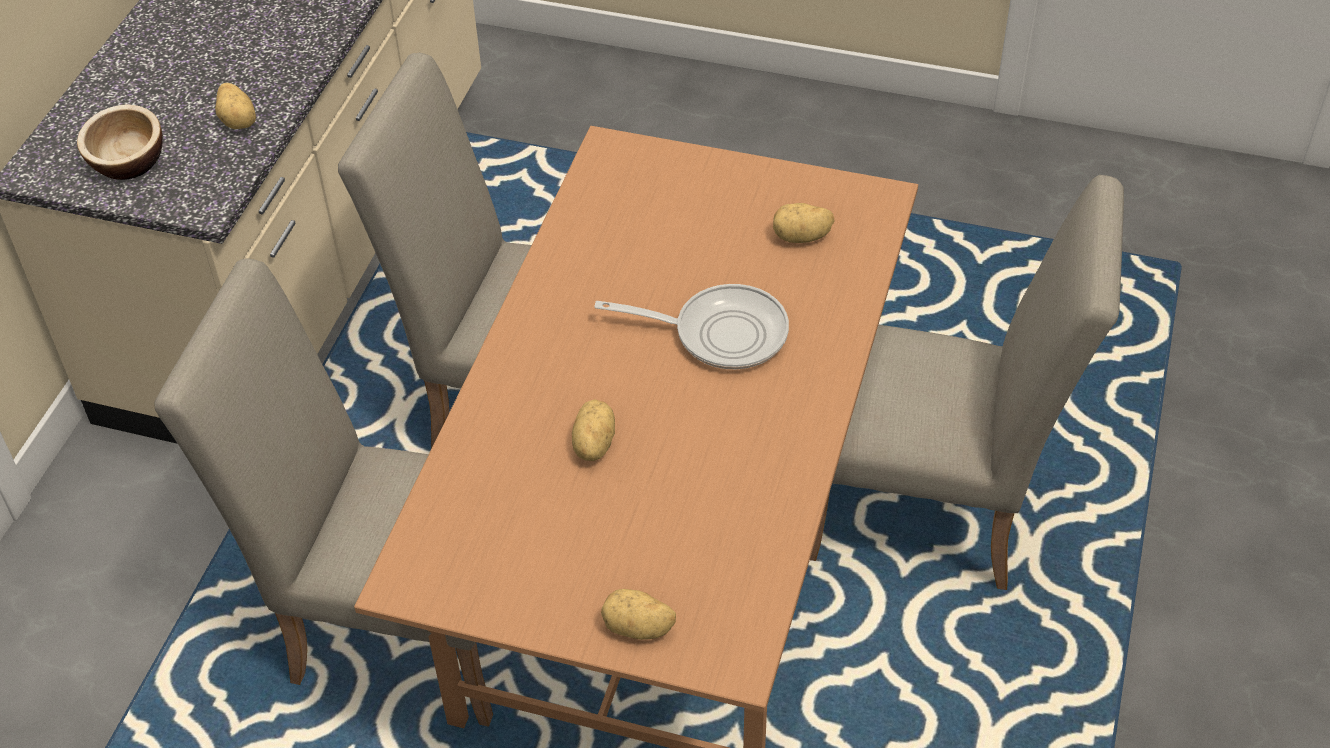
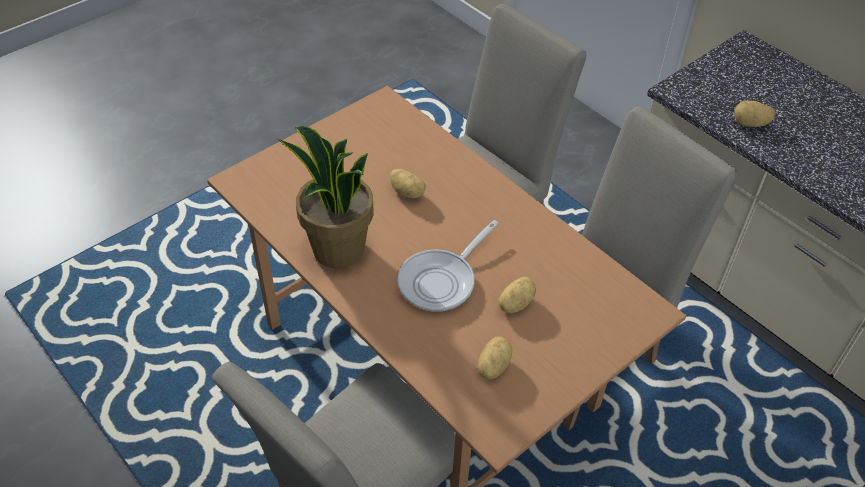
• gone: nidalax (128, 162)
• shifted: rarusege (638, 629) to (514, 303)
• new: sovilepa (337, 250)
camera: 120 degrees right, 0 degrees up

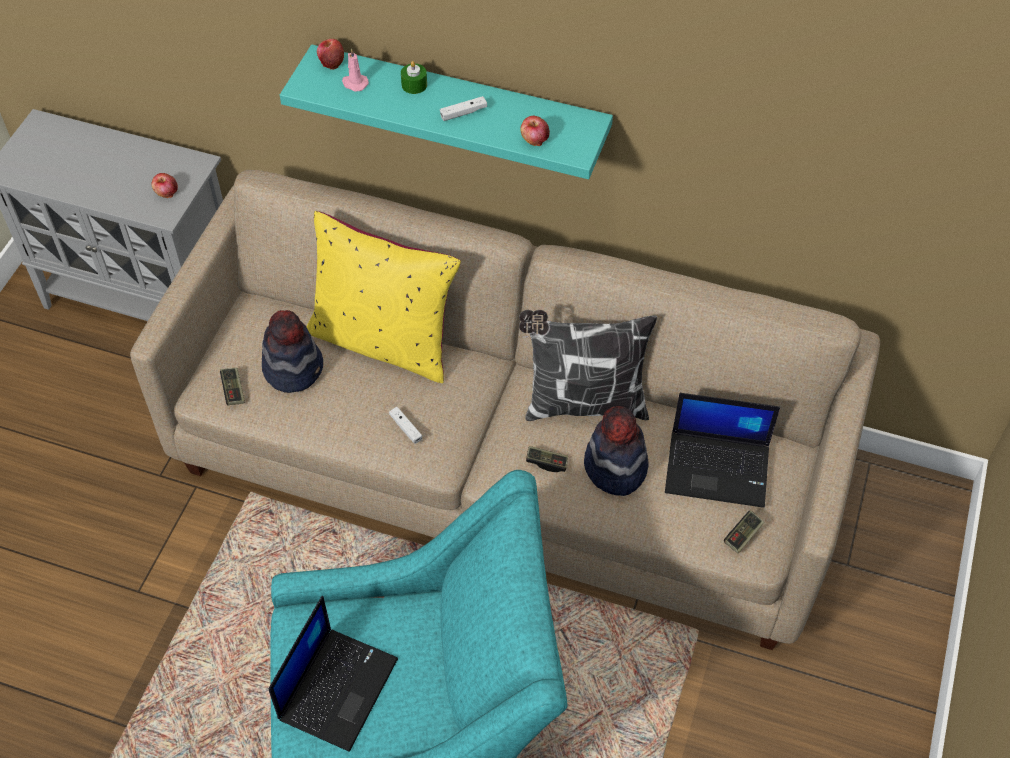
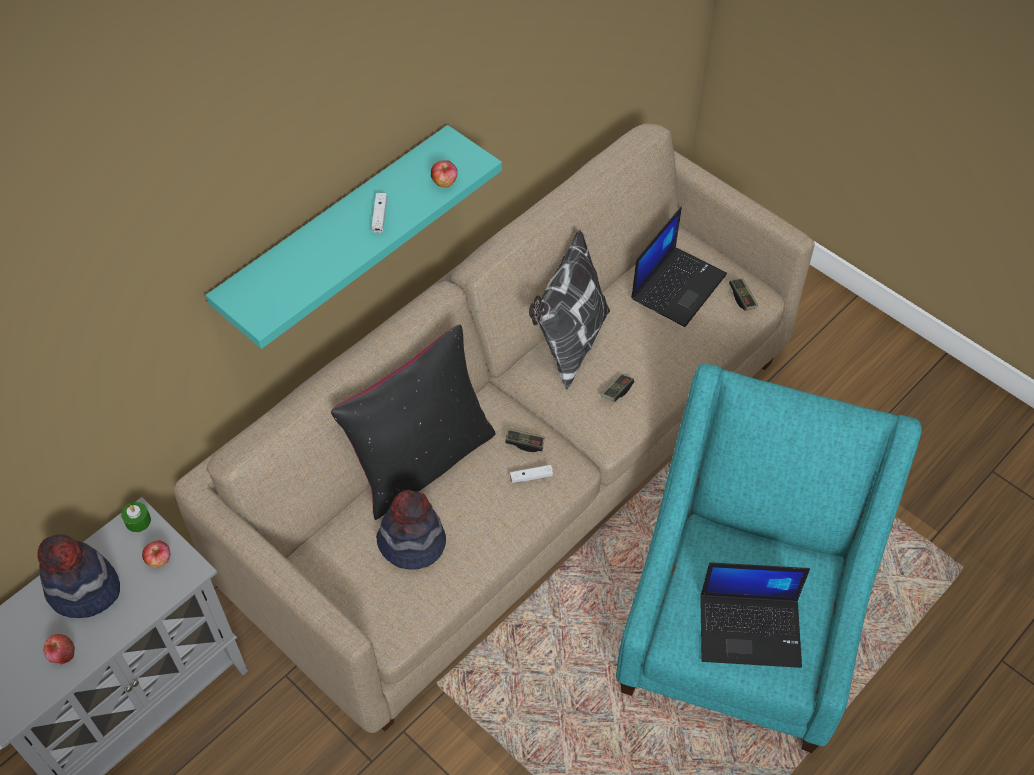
• shifted: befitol (331, 62) to (62, 654)
• gone: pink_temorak (354, 83)
• shifted: green_temorak (414, 85) to (138, 521)
• repainted: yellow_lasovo (384, 340) to black_lasovo (421, 461)
• shifted: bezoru (233, 390) to (524, 443)
• shifted: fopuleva (615, 467) to (84, 590)
• rotated: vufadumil (337, 687) = (751, 629) 135 degrees clockwise
camera: 65 degrees left, 0 degrees up

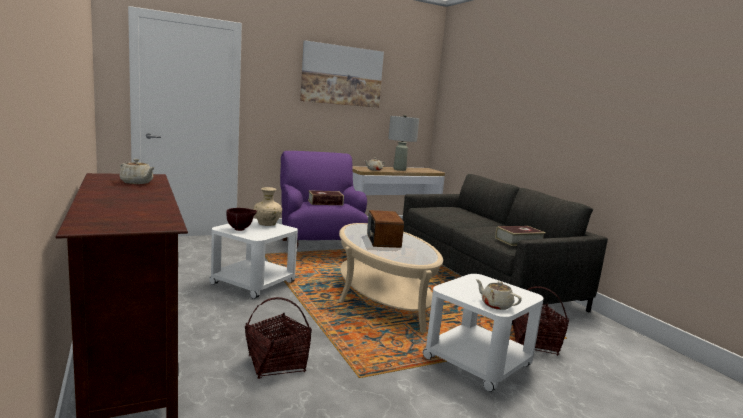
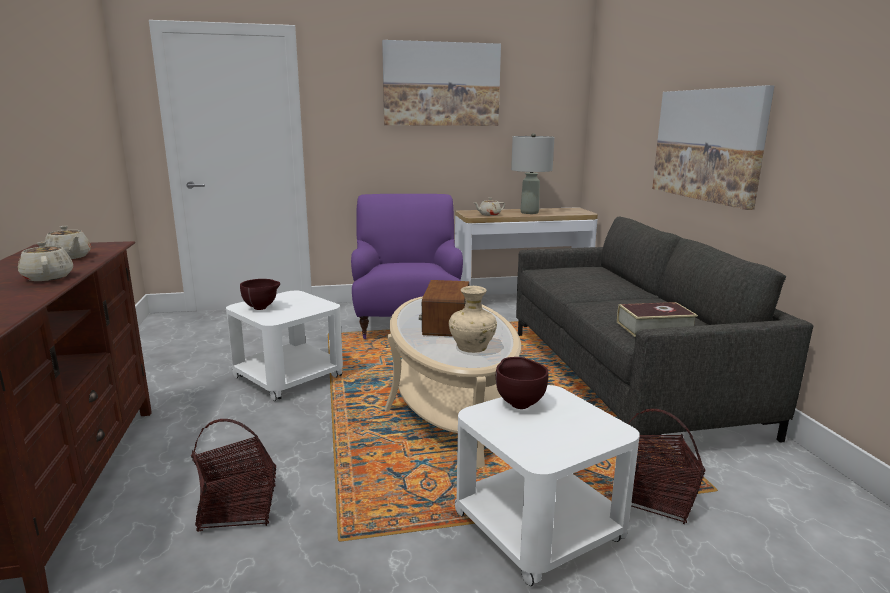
• shifted: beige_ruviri (267, 224) to (471, 348)
• gone: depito (325, 202)
• shifted: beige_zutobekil (495, 305) to (48, 277)
• new: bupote (707, 145)
• new: brown_nidalax (519, 403)
camera: 15 degrees right, 5 degrees up

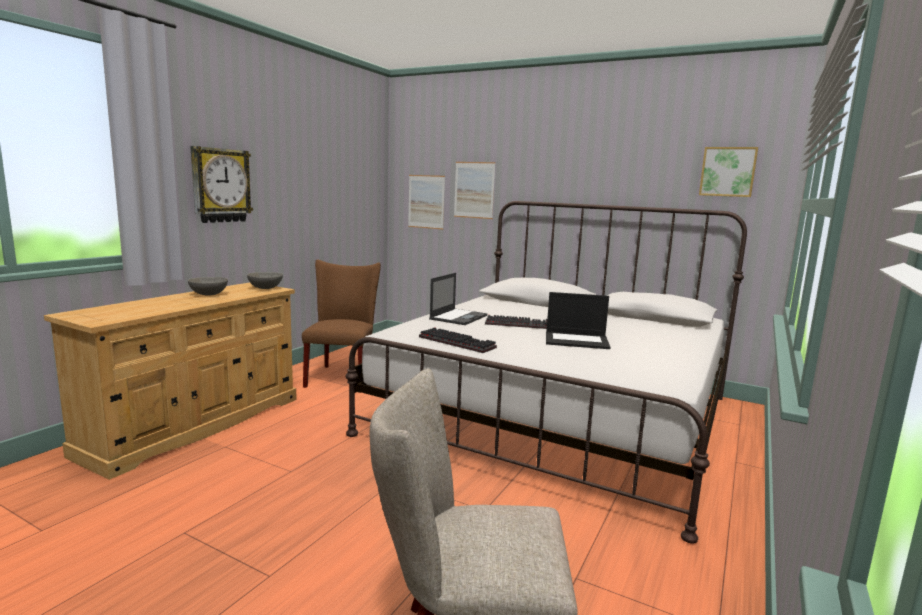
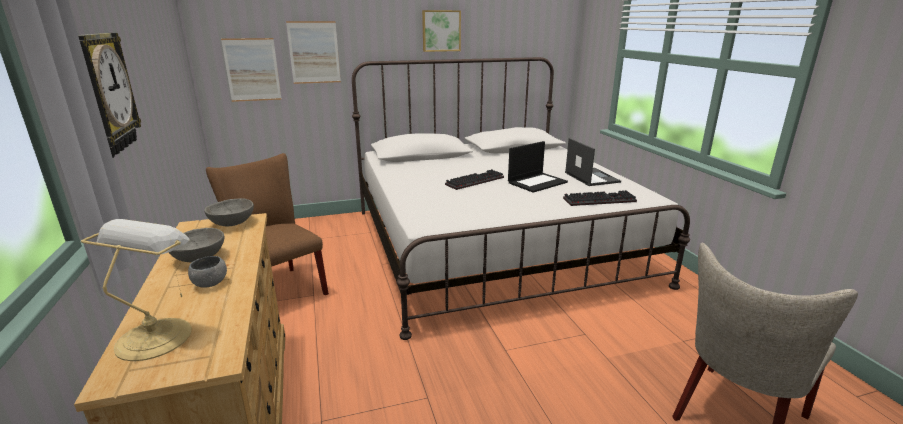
• shifted: bupote (728, 172) to (441, 31)
• shifted: vufadumil (458, 317) to (591, 177)
• shifted: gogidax (458, 342) to (600, 200)
• new: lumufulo (157, 336)
• new: grey_nidalax (210, 283)
camera: 45 degrees left, 10 degrees up

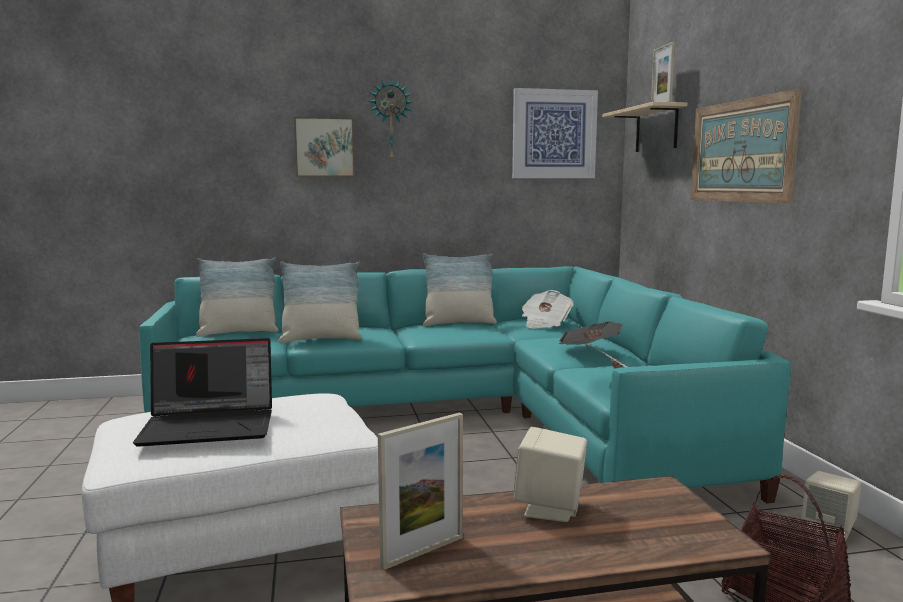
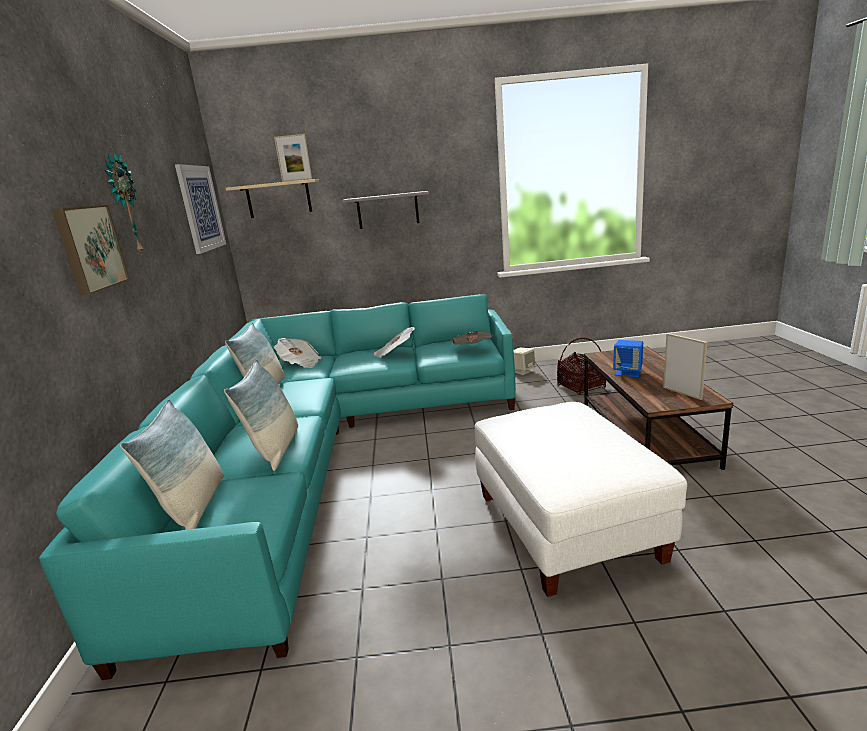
• swapped: bupote (741, 151) to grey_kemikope (388, 210)
• gone: vufadumil (211, 425)
• repainted: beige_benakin (550, 509) to blue_benakin (628, 372)
camera: 80 degrees left, 10 degrees up

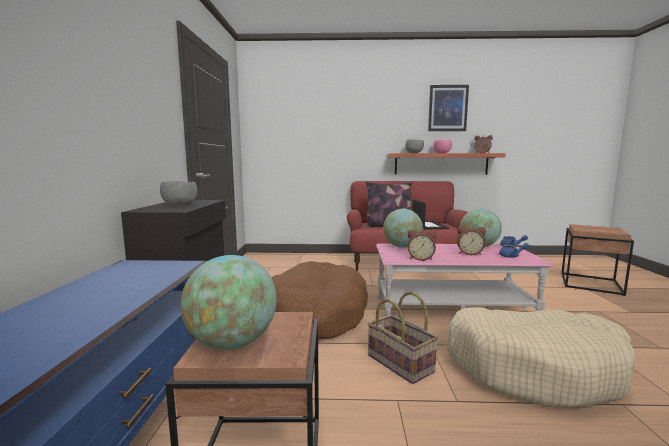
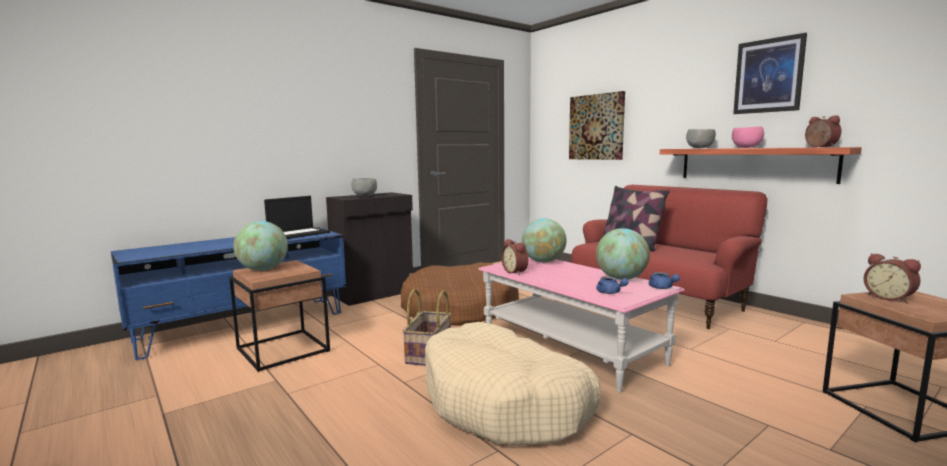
• shifted: vufadumil (428, 225) to (299, 233)
• shifted: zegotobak (469, 253) to (889, 298)
• new: bupote (596, 127)
camera: 50 degrees right, 0 degrees up

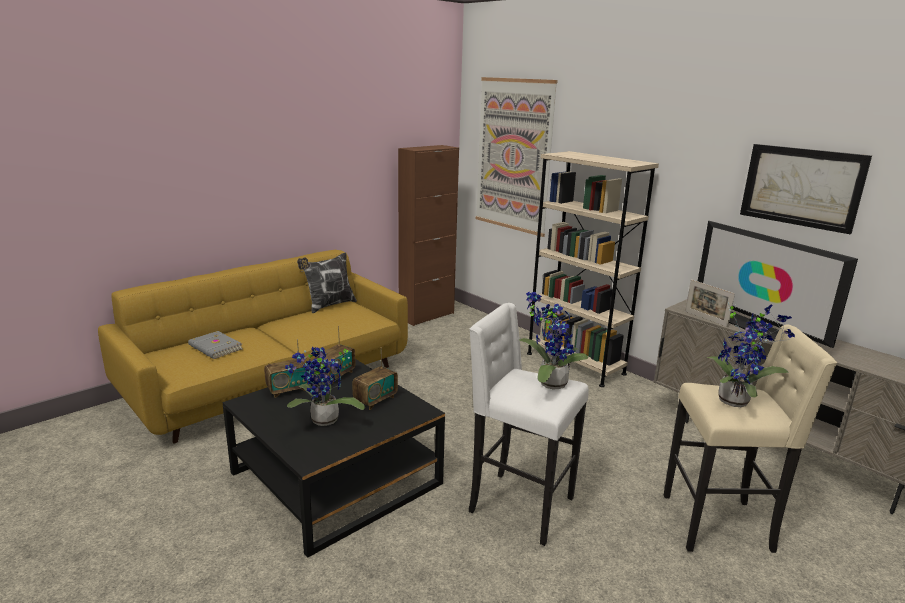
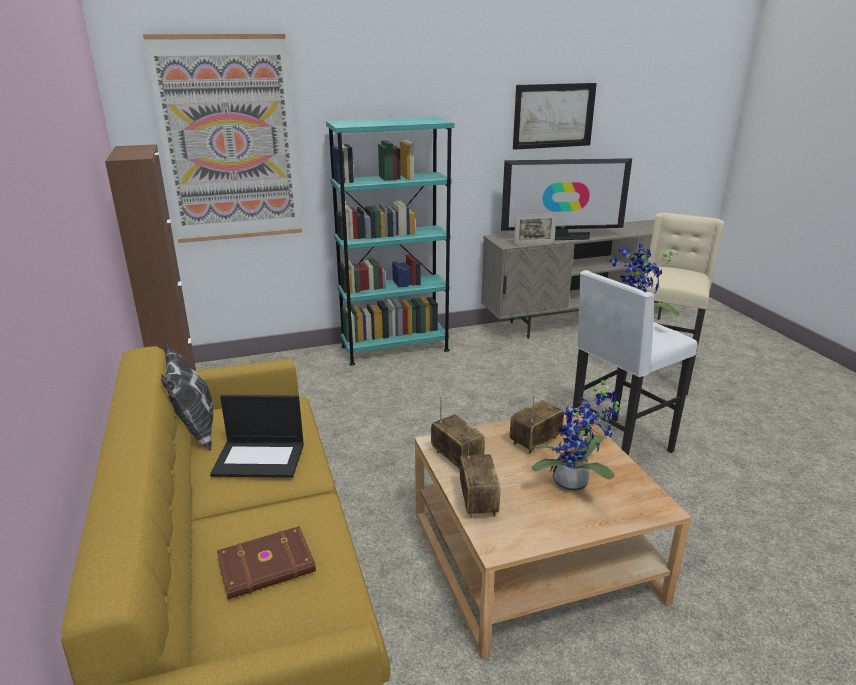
• repainted: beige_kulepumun (575, 363) to turquoise_kulepumun (395, 348)
• gone: sovilepa (736, 400)
• repainted: grey_depito (215, 347) to brown_depito (267, 566)
• rotated: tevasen (375, 400) = (535, 441) 105 degrees counterclockwise
• repainted: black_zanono (336, 478) to beige_zanono (532, 555)
• new: vufadumil (260, 458)
camera: 65 degrees left, 5 degrees up

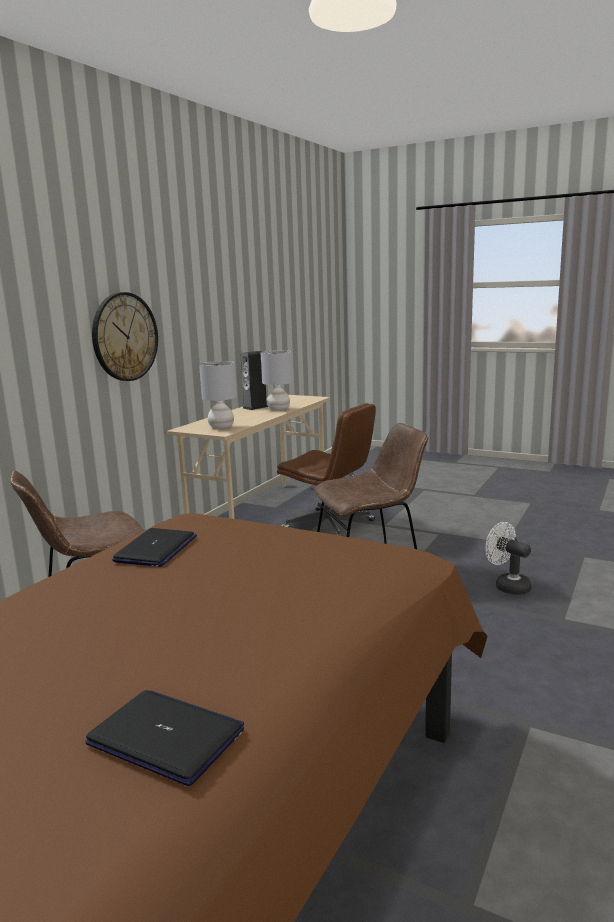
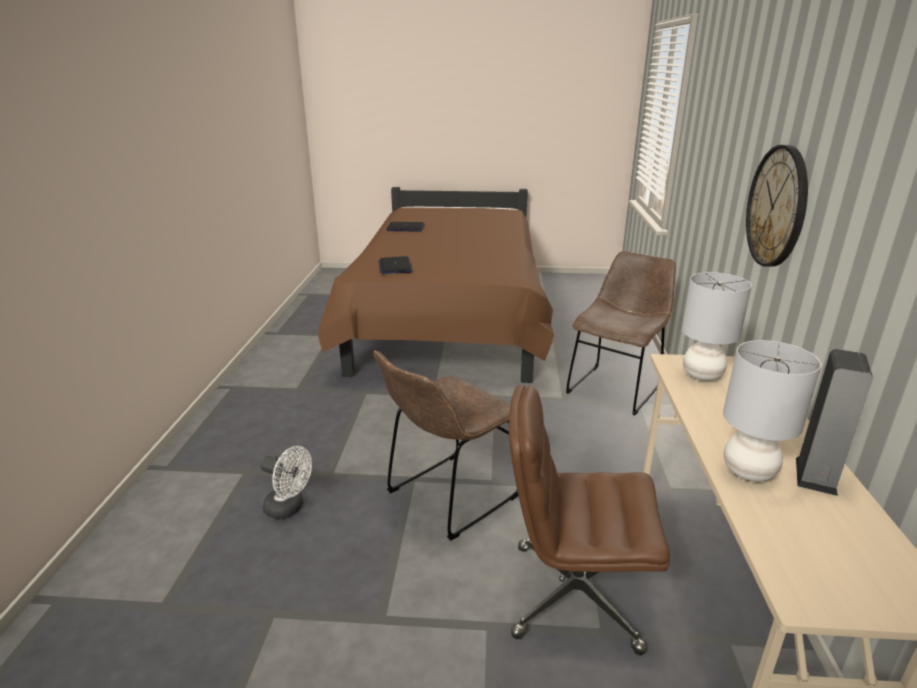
• shifted: vufadumil (156, 549) to (395, 266)
camera: 155 degrees right, 10 degrees up

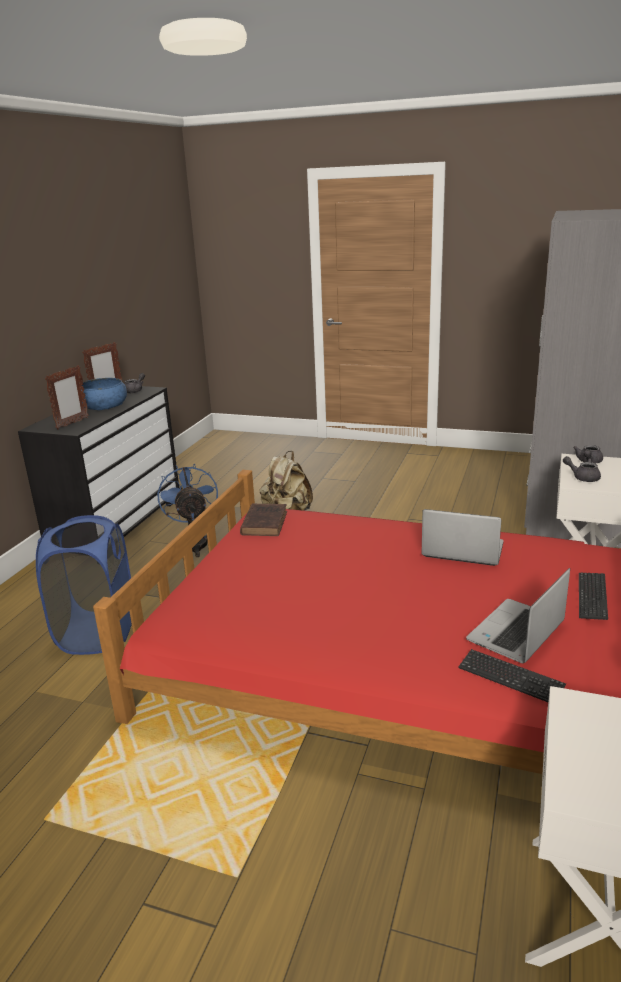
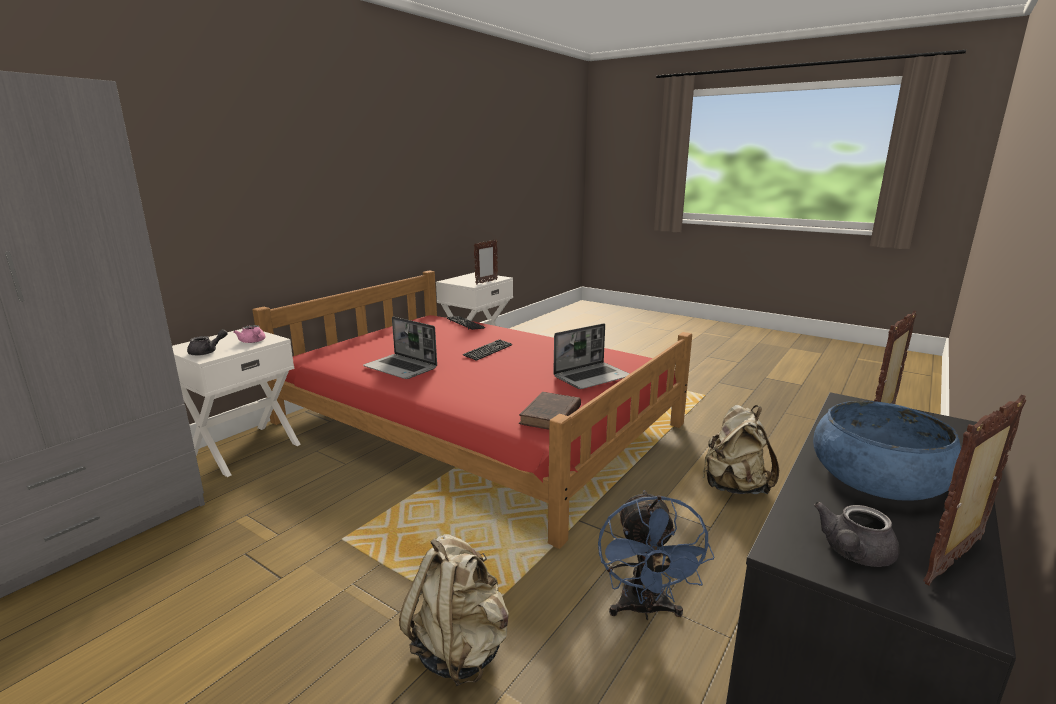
• repainted: grey_zutobekil (582, 477) to pink_zutobekil (253, 342)
• swapped: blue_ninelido (97, 633) to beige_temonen (734, 487)
• shifted: vufadumil (516, 633) to (592, 377)
• shifted: gogidax (592, 597) to (488, 351)
• new: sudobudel (486, 282)
camera: 165 degrees left, 5 degrees down

